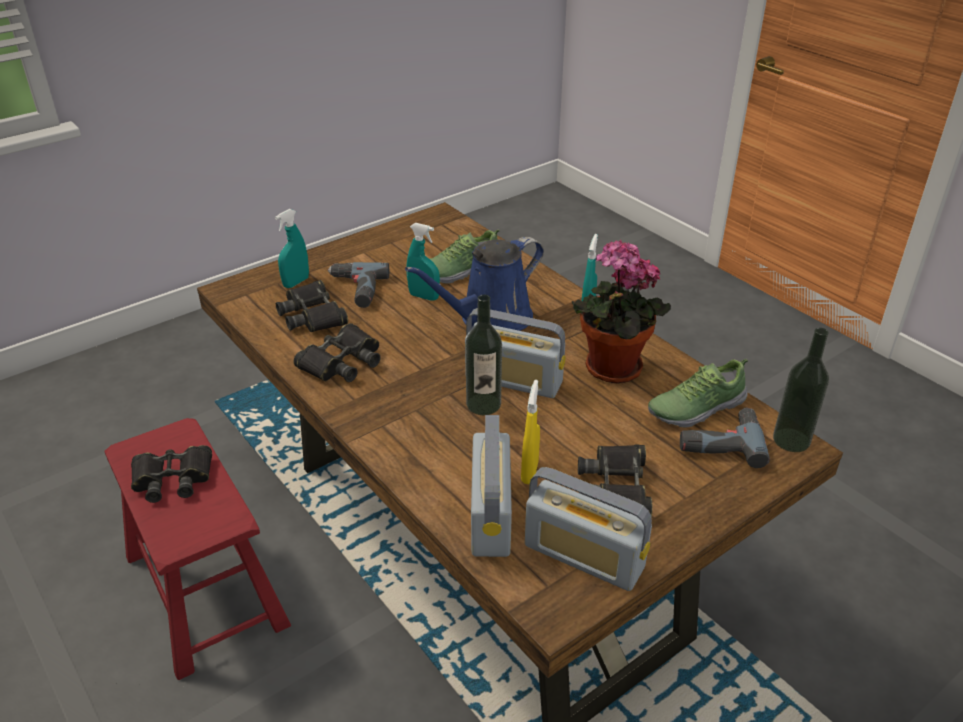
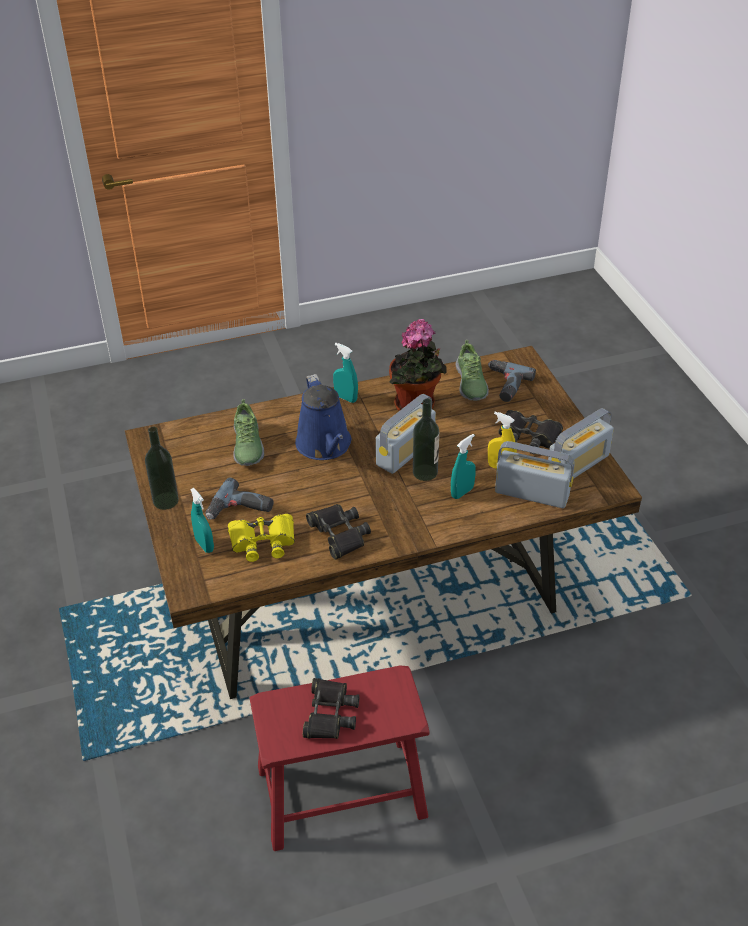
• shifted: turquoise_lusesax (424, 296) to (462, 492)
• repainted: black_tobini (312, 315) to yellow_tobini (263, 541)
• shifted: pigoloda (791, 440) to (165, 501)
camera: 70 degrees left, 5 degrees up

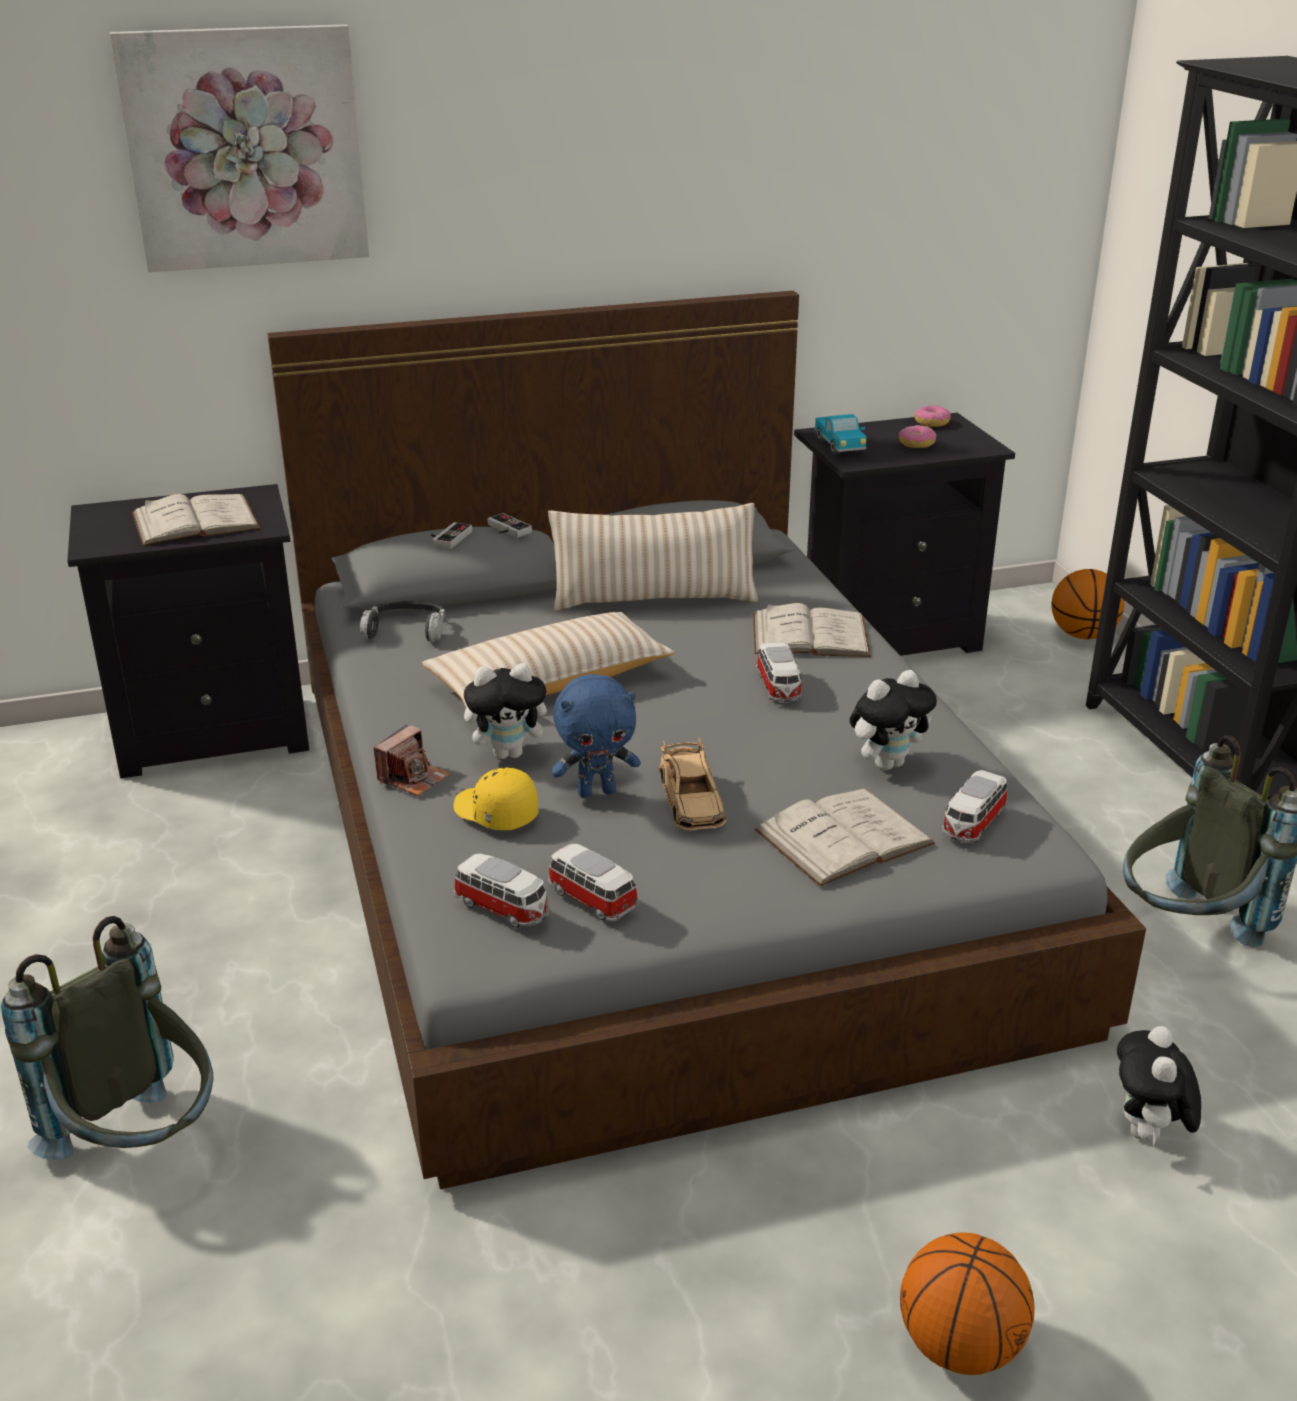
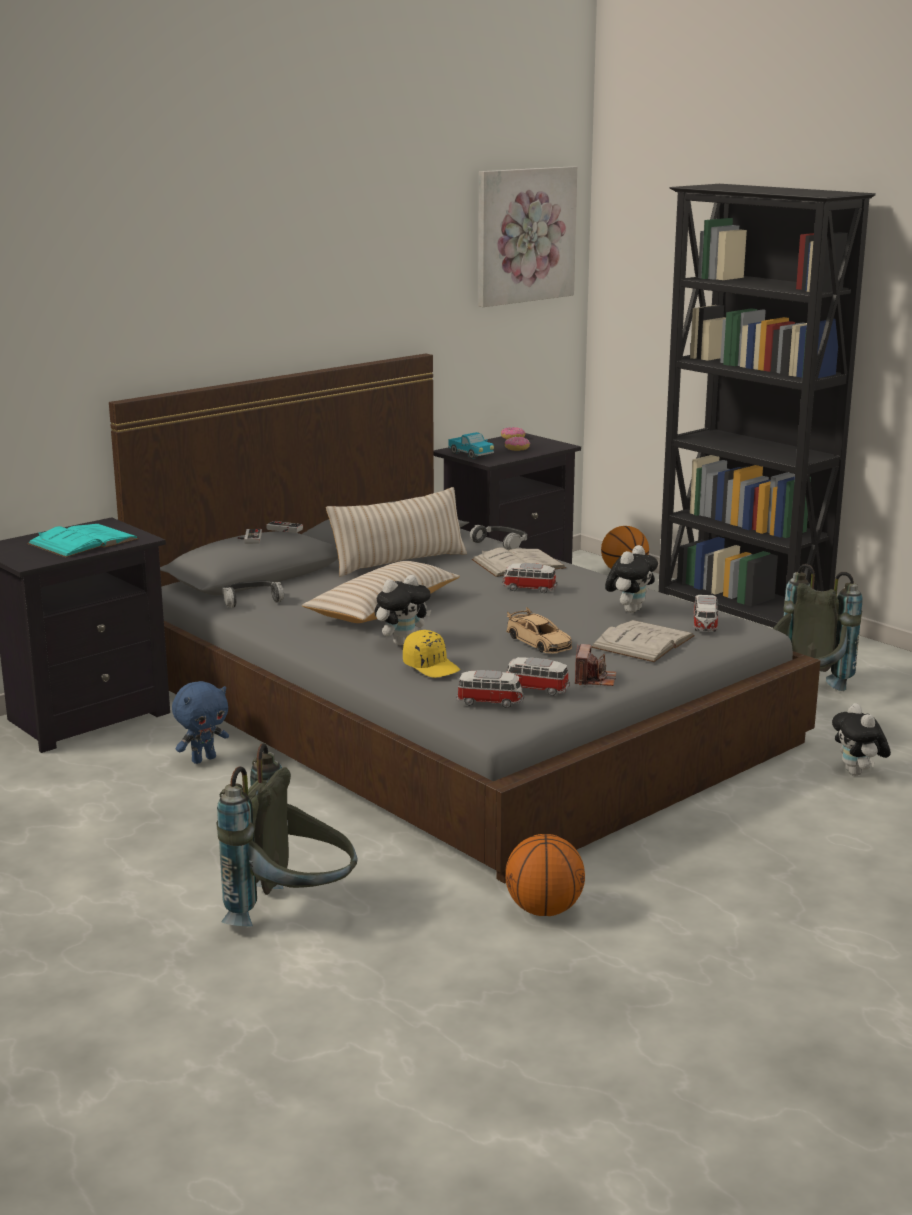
• shifted: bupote (245, 148) to (524, 235)
• repainted: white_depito (195, 521) to turquoise_depito (83, 541)
• rotated: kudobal (778, 687) = (529, 589) 135 degrees clockwise
• shifted: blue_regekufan (597, 791) to (203, 759)
• shifted: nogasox (413, 778) to (594, 679)
• rotated: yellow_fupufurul (495, 813) = (431, 666) 150 degrees counterclockwise
• shifted: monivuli (960, 1347) to (544, 910)
• new: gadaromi (501, 543)
camera: 25 degrees left, 10 degrees down

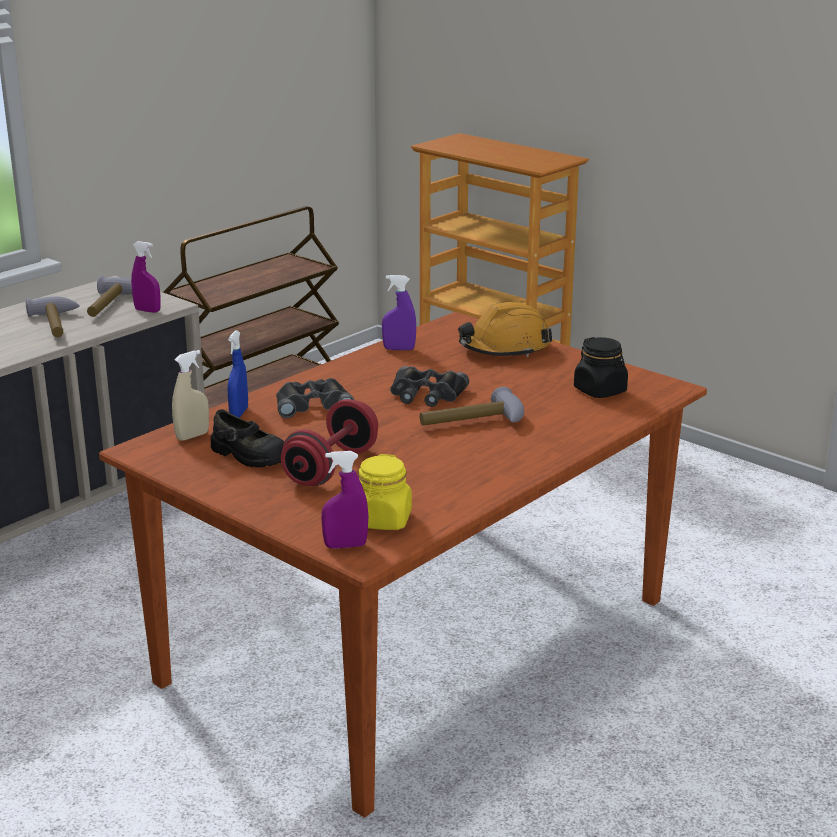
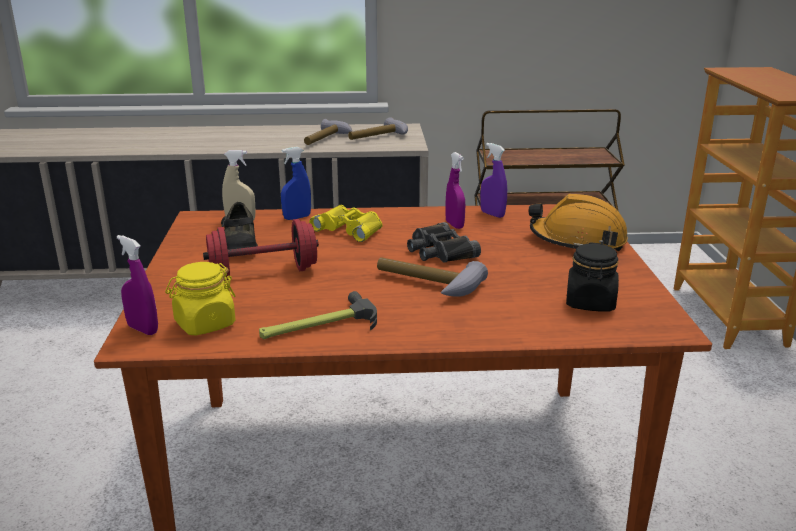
• shifted: purple_lusesax (147, 311) to (454, 225)
• repainted: black_tobini (312, 405) to yellow_tobini (350, 229)
• new: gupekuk (317, 326)
camera: 45 degrees right, 0 degrees up

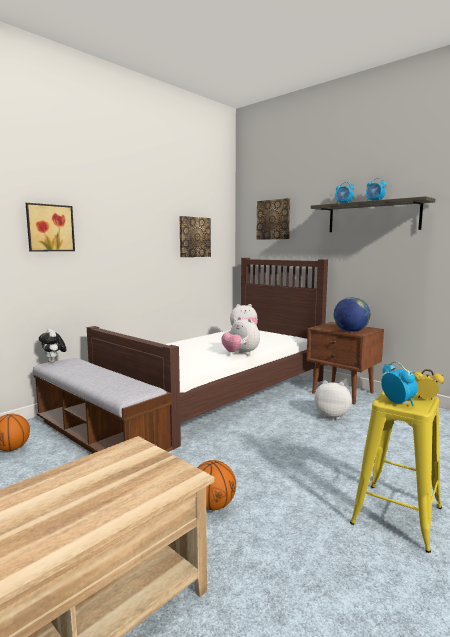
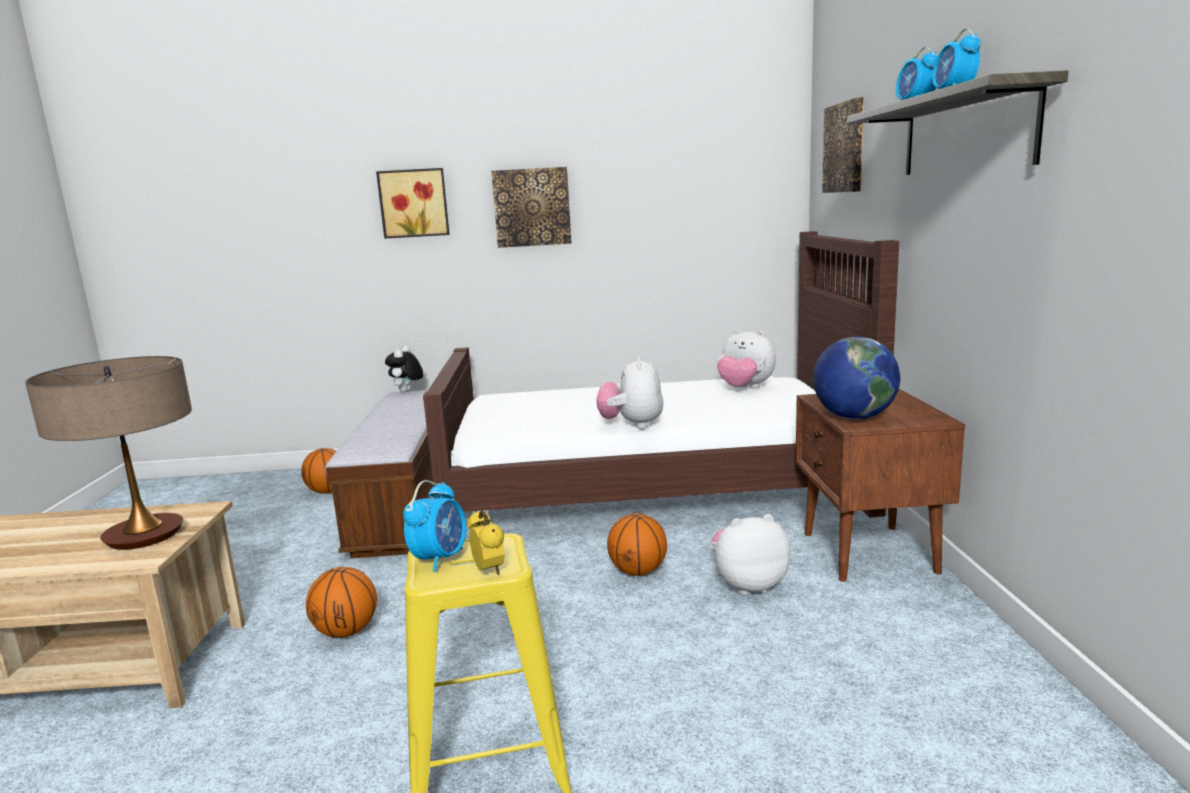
• shifted: bupote (194, 237) to (532, 207)
• rotated: regekufan (332, 415) = (748, 585) 75 degrees counterclockwise
• new: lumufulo (144, 536)
• new: monivuli (638, 571)
camera: 45 degrees right, 5 degrees up

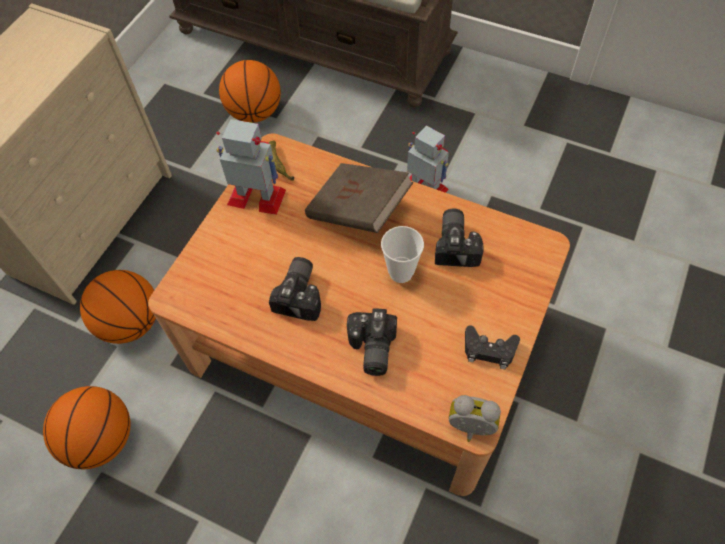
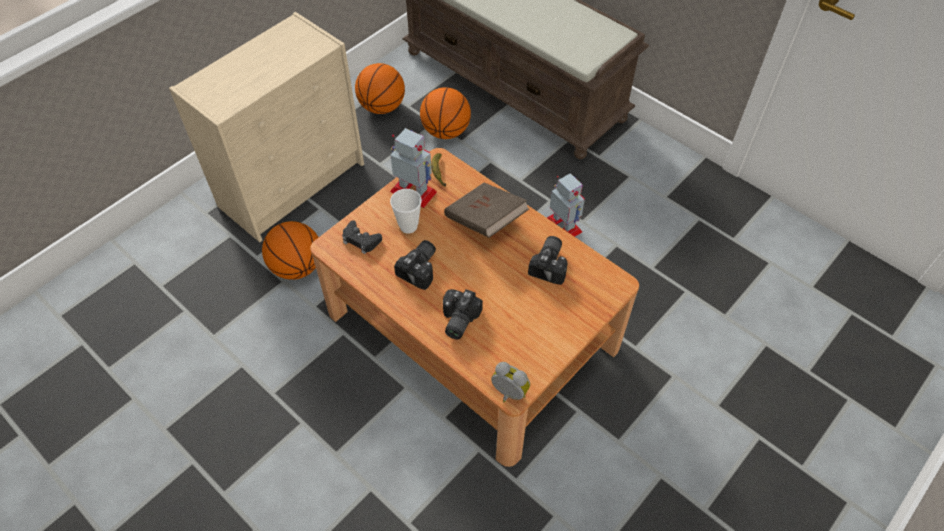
• shifted: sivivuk (401, 272) to (408, 226)
• shifted: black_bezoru (489, 350) to (361, 240)
• shifted: monivuli (102, 439) to (382, 107)
camera: 15 degrees right, 5 degrees down

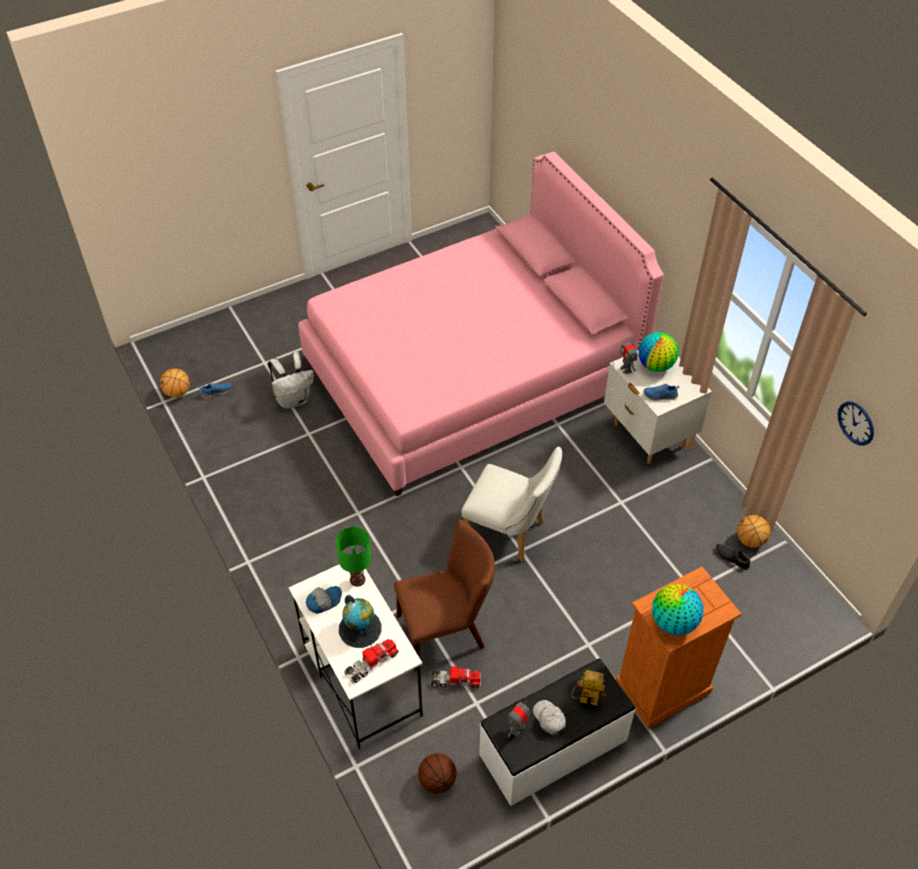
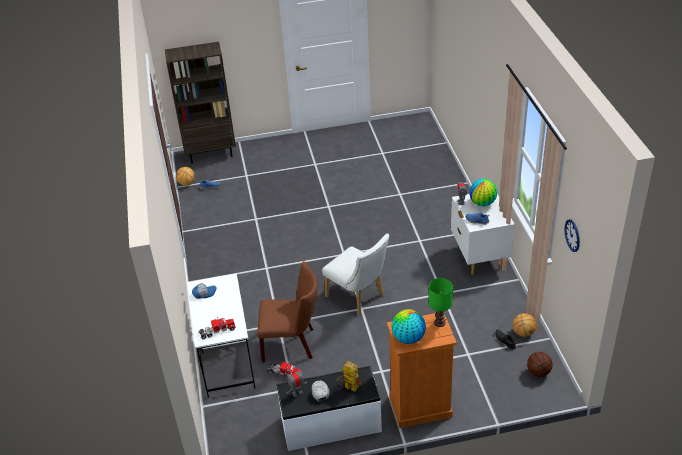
• gone: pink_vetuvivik (471, 375)
• gone: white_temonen (294, 399)
• shifted: green_lumufulo (357, 579) to (439, 322)
• gone: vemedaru (360, 628)
• shifted: monivuli (437, 780) to (538, 372)
• new: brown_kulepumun (211, 154)
camera: 20 degrees right, 10 degrees down

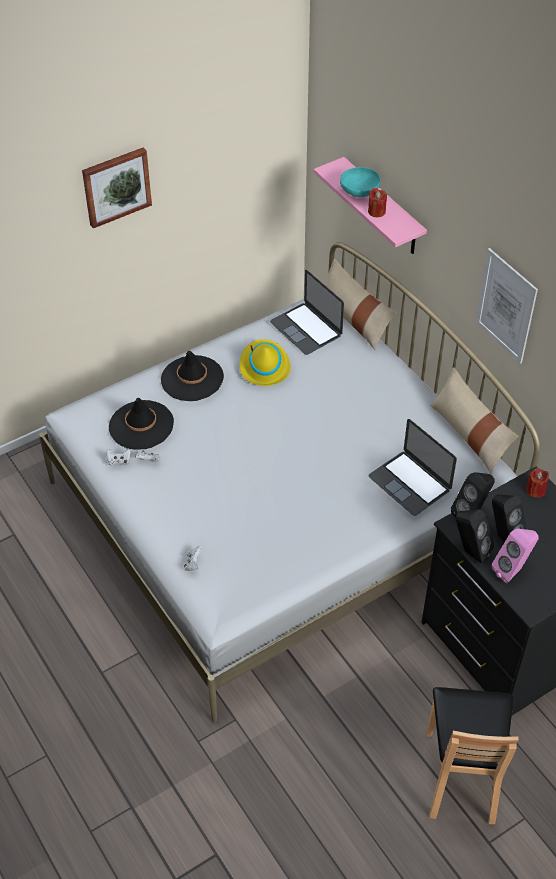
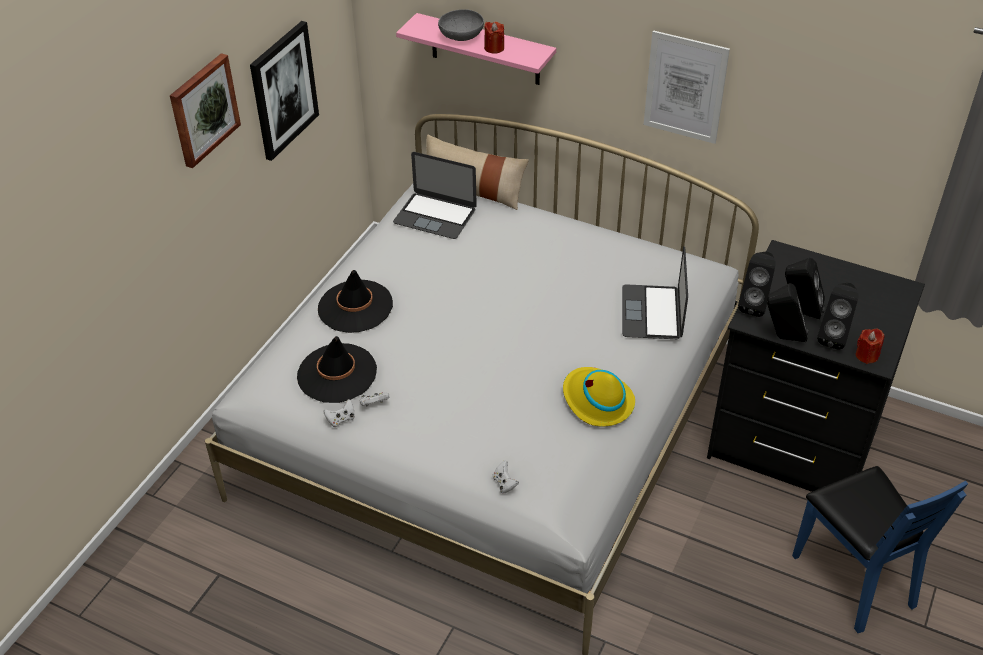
• repainted: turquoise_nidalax (359, 192) to grey_nidalax (461, 38)
• shifted: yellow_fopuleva (264, 366) to (597, 401)
• gone: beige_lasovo (469, 434)
• rotated: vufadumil (409, 483) = (652, 312) 75 degrees clockwise
• shifted: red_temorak (535, 490) to (866, 355)
• repainted: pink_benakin (512, 570) to black_benakin (833, 337)
• repainted: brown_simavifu (462, 776) to blue_simavifu (854, 578)
• new: bupote (283, 90)
camera: 30 degrees left, 5 degrees down

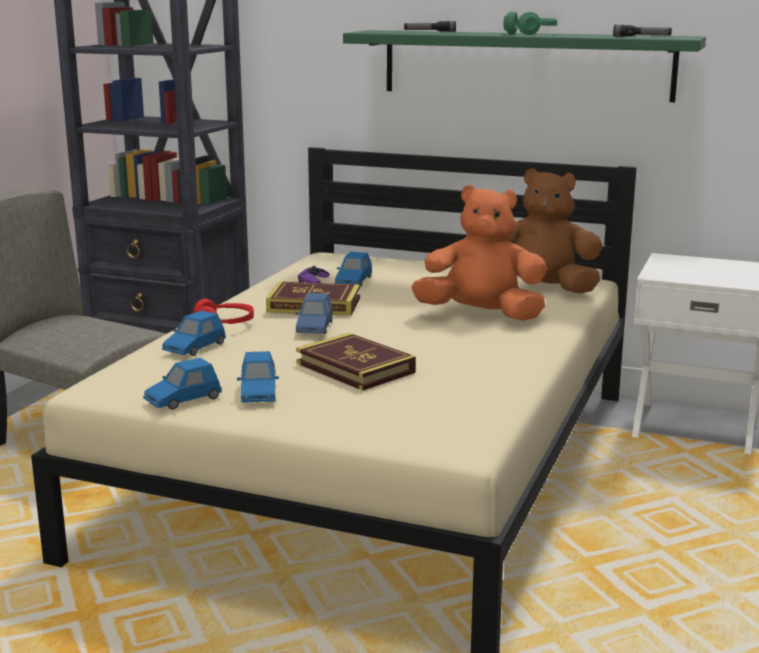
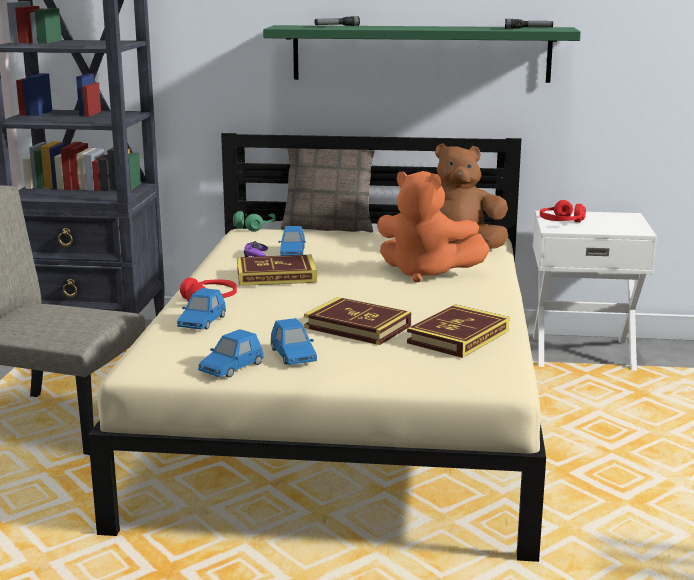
• shifted: green_gadaromi (530, 33) to (255, 227)
• rotated: orange_regekufan (481, 315) = (426, 273) 150 degrees counterclockwise
• gone: blue_kudobal (314, 327)
• new: lasovo (329, 227)
• new: red_gadaromi (561, 222)
• new: depito (458, 337)
camera: 15 degrees left, 0 degrees up

